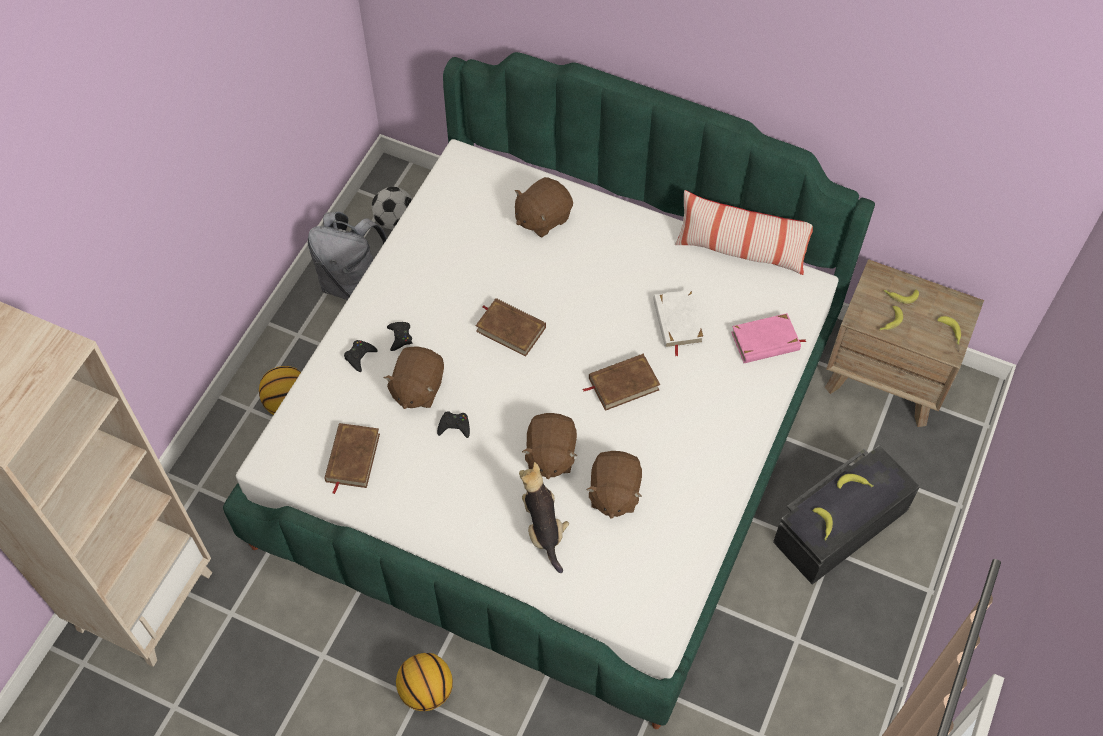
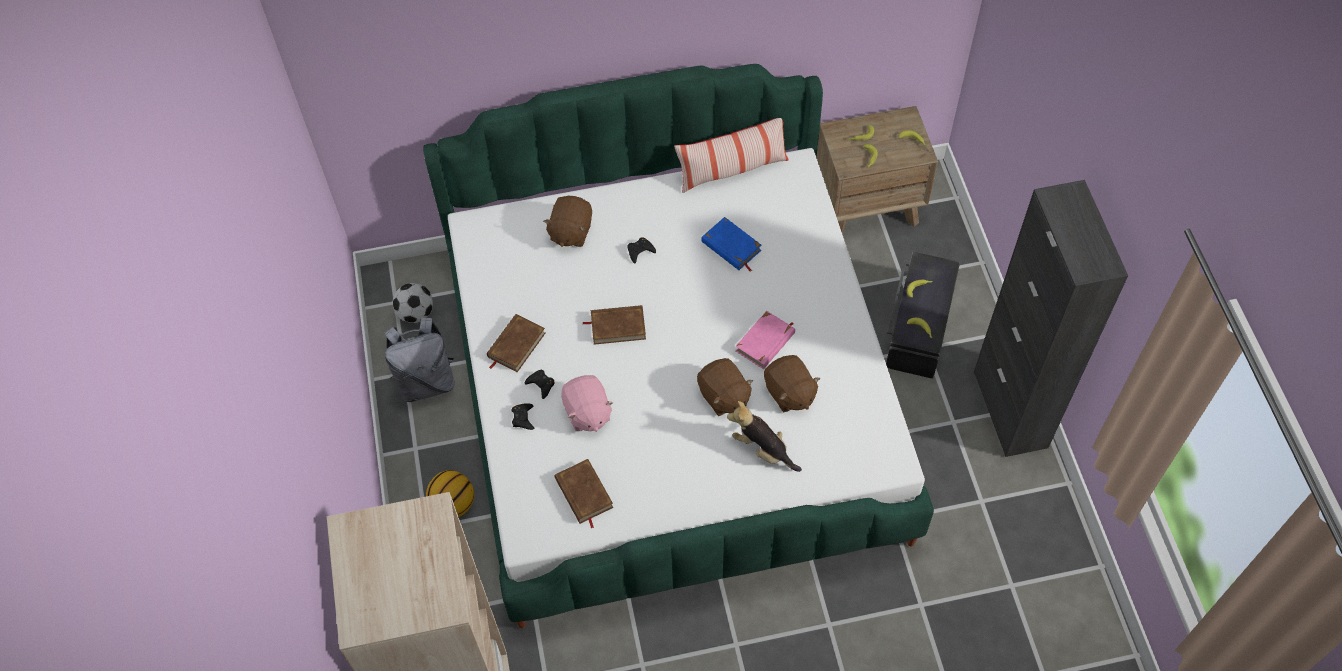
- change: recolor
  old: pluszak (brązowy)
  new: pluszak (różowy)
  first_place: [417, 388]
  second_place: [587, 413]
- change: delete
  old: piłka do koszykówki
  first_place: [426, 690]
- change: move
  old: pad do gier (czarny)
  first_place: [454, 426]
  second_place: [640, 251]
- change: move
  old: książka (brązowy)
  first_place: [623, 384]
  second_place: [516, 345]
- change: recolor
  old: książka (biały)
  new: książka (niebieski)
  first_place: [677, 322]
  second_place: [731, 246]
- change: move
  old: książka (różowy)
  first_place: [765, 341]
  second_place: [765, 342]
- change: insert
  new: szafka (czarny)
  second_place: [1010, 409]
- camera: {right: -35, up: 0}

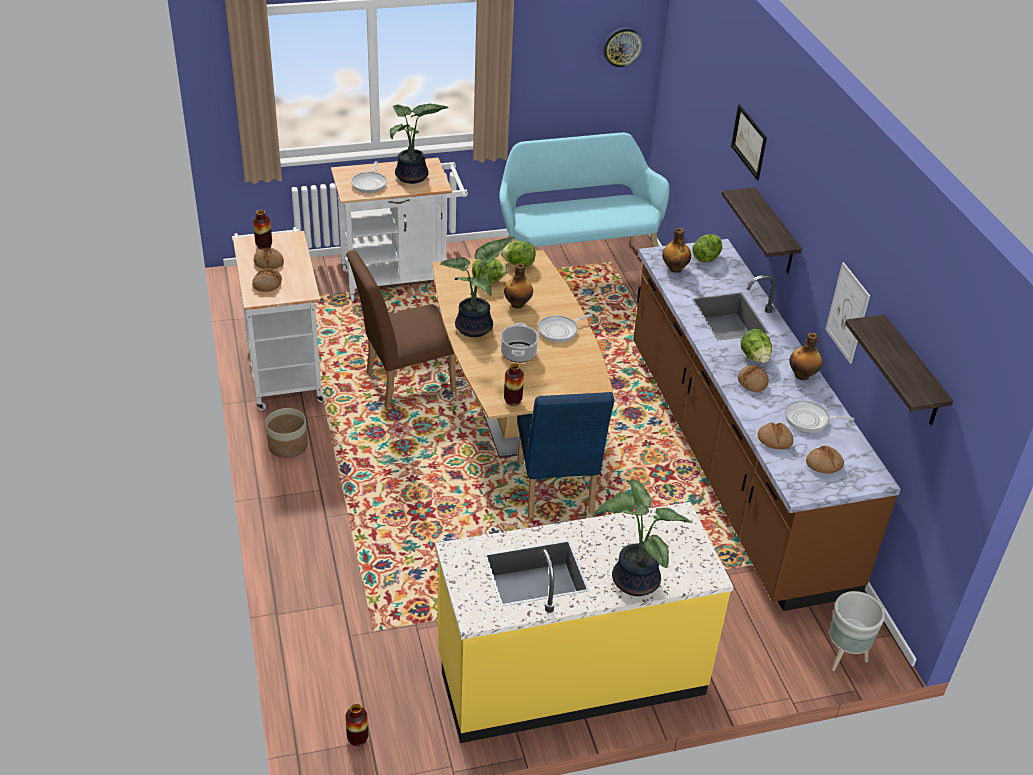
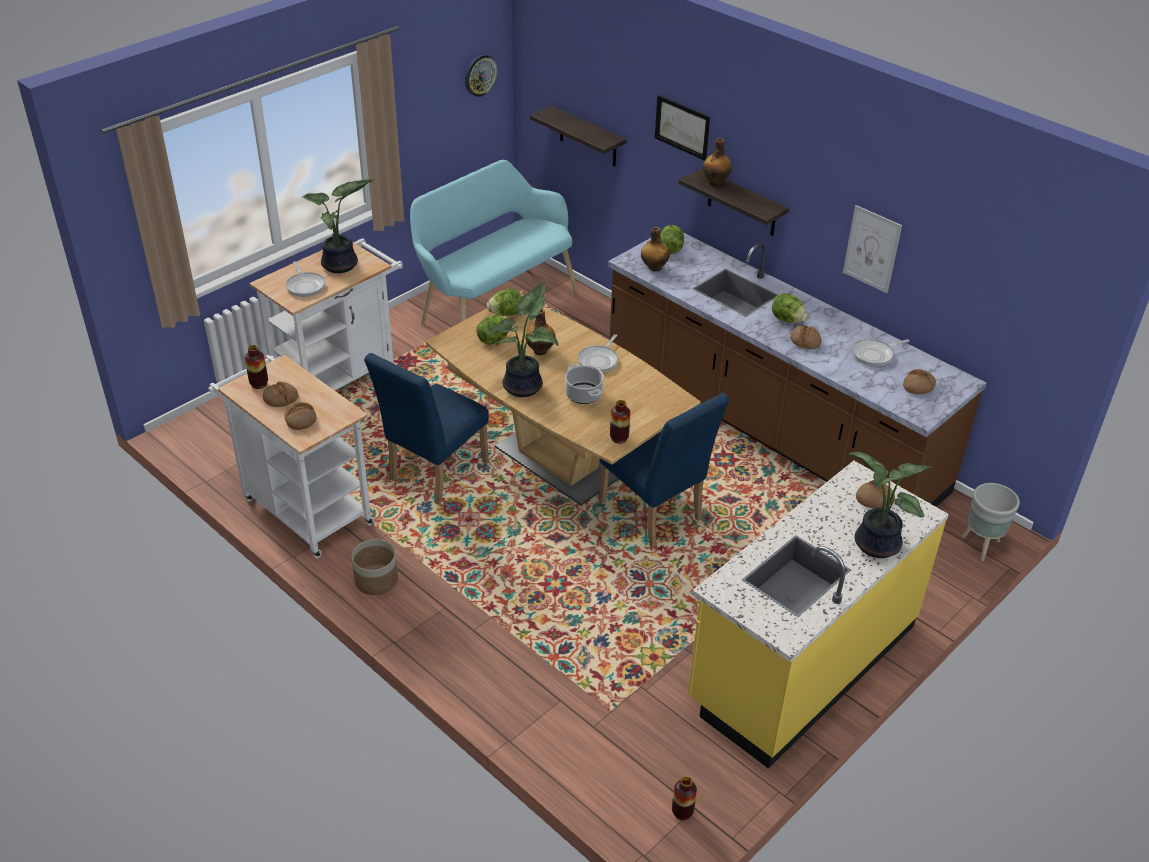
- change: recolor
  old: krzesło (brązowy)
  new: krzesło (niebieski)
  first_place: [403, 383]
  second_place: [433, 475]
- change: move
  old: chleb
  first_place: [774, 440]
  second_place: [874, 499]
- change: move
  old: butelka
  first_place: [802, 375]
  second_place: [716, 182]
- change: move
  old: półka
  first_place: [912, 373]
  second_place: [588, 137]
- camera: {right: -30, up: 0}

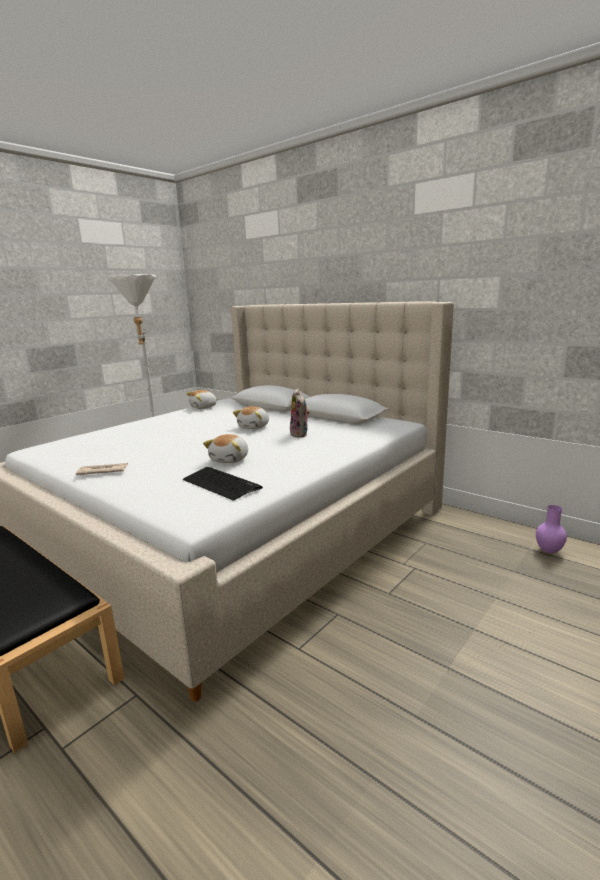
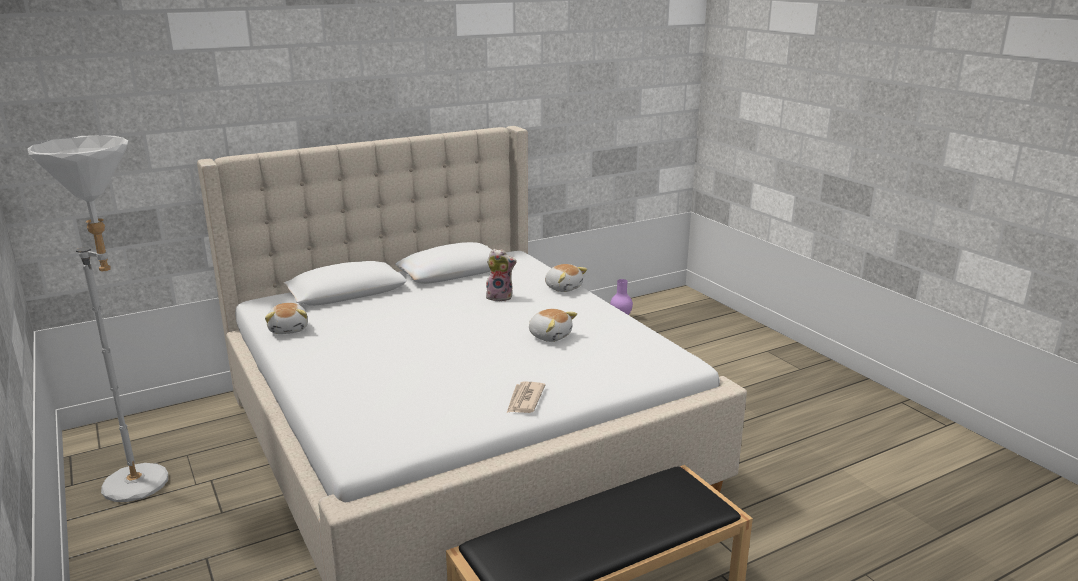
- change: delete
  old: klawiatura
  first_place: [221, 484]
- change: move
  old: pluszak
  first_place: [254, 427]
  second_place: [563, 287]
- camera: {right: -70, up: 5}

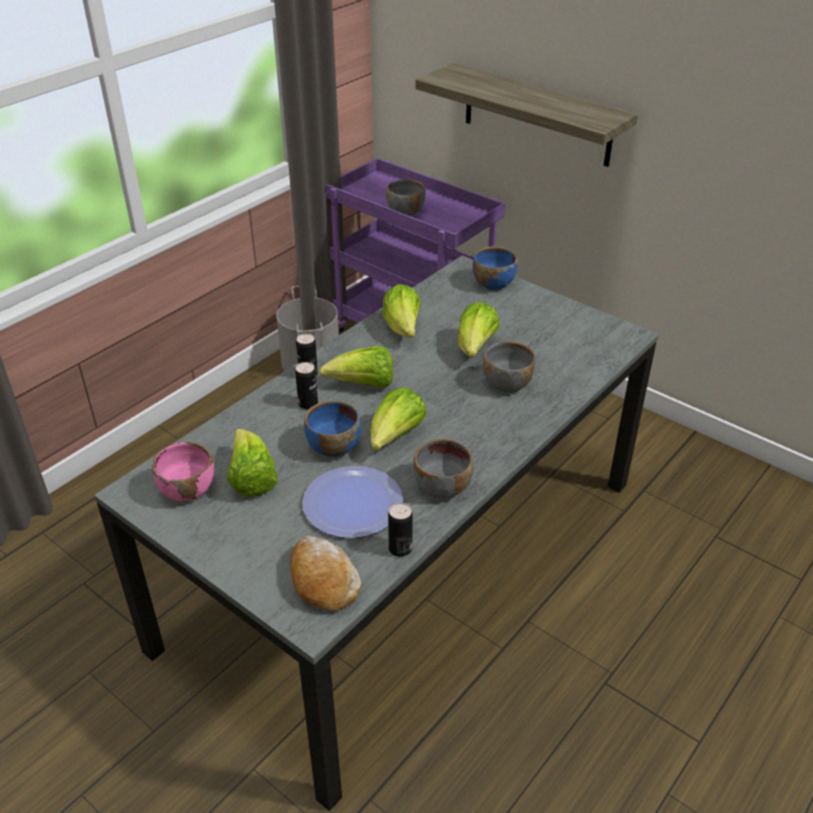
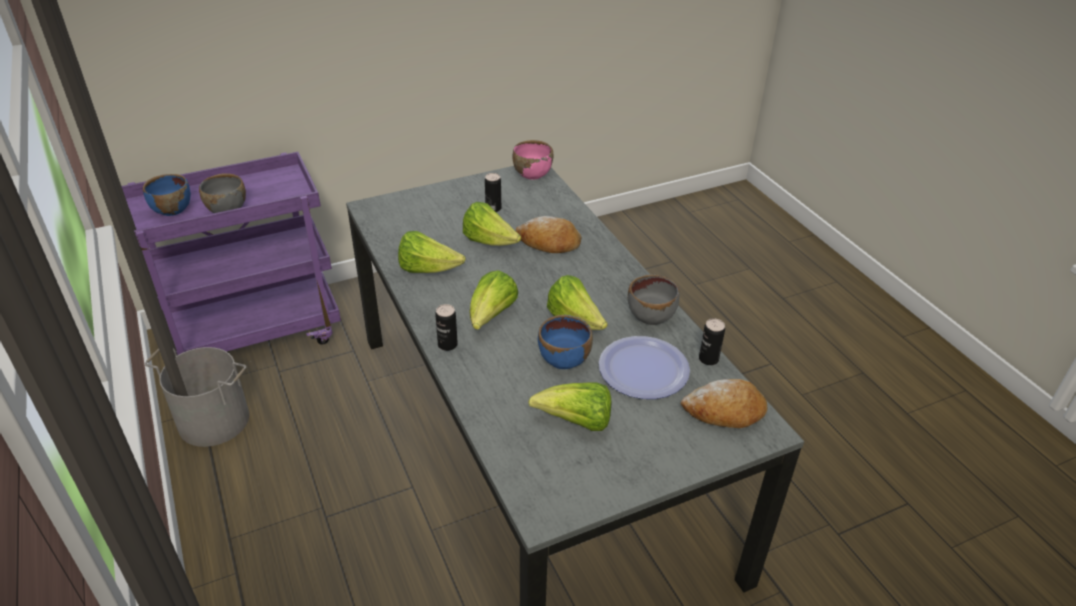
- change: move
  old: miska (różowy)
  first_place: [188, 489]
  second_place: [532, 173]
- change: move
  old: puszka
  first_place: [308, 404]
  second_place: [493, 208]
- change: delete
  old: półka
  first_place: [537, 115]
- change: move
  old: miska (niebieski)
  first_place: [493, 283]
  second_place: [172, 209]
- change: replace
  old: miska (szary)
  new: chleb
  first_place: [507, 383]
  second_place: [549, 243]
- camera: {right: -65, up: 0}

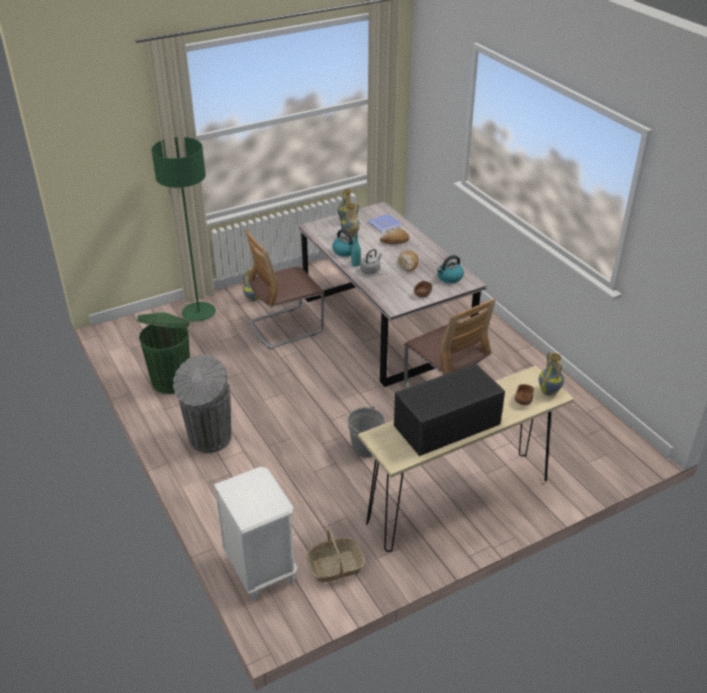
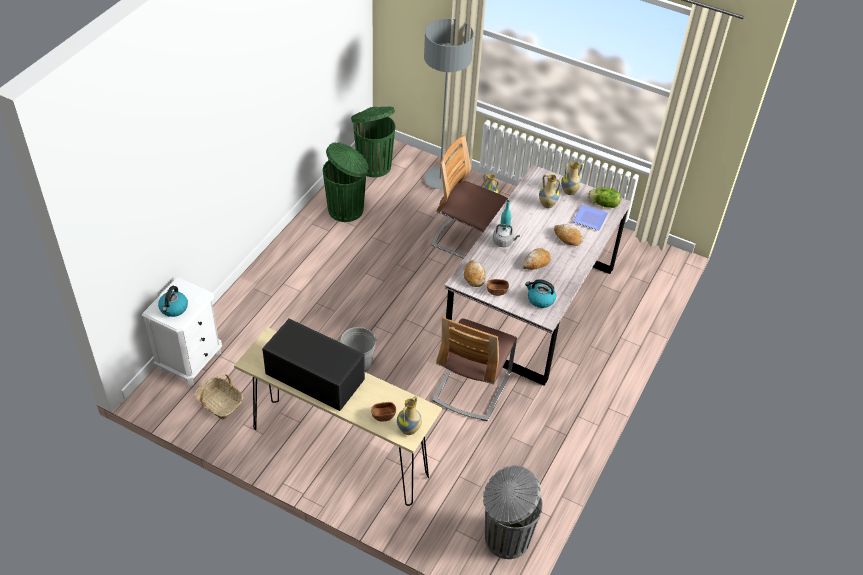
- change: recolor
  old: lampa stojąca (zielony)
  new: lampa stojąca (szary)
  first_place: [199, 313]
  second_place: [440, 179]
- change: move
  old: kosz na śmieci (szary)
  first_place: [209, 439]
  second_place: [505, 538]
- change: move
  old: czajnik
  first_place: [345, 251]
  second_place: [173, 308]
- change: insert
  new: kosz na śmieci (zielony)
  second_place: [373, 165]
- change: insert
  new: chleb
  second_place: [474, 276]
- change: insert
  new: sałata
  second_place: [603, 204]
- camera: {right: 55, up: 10}

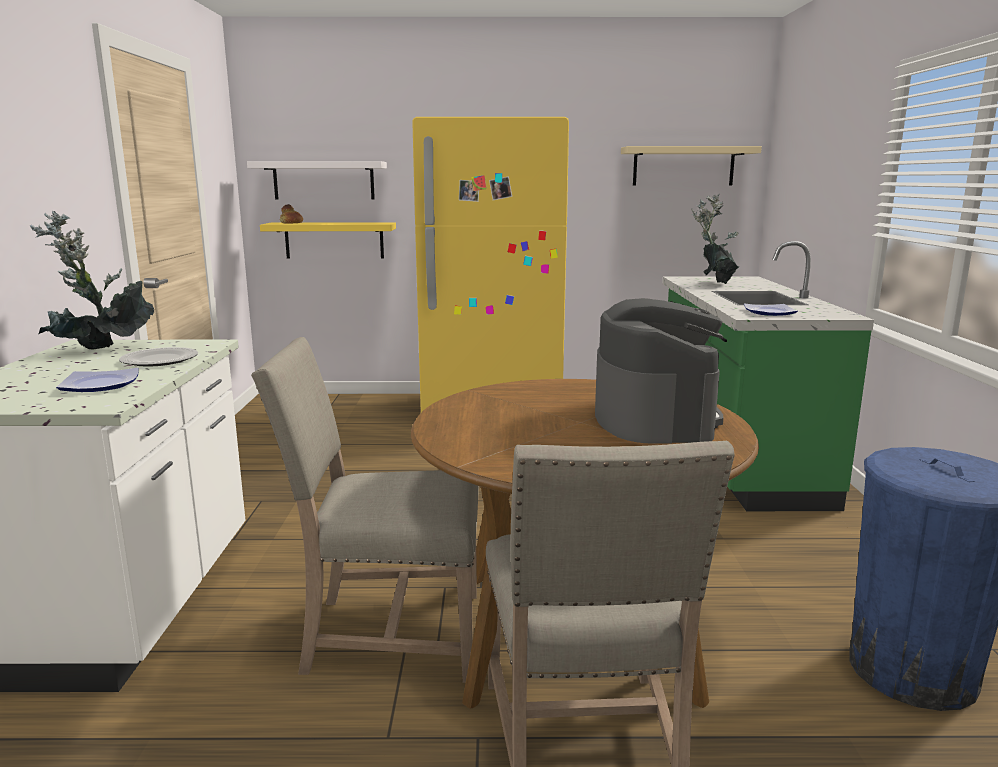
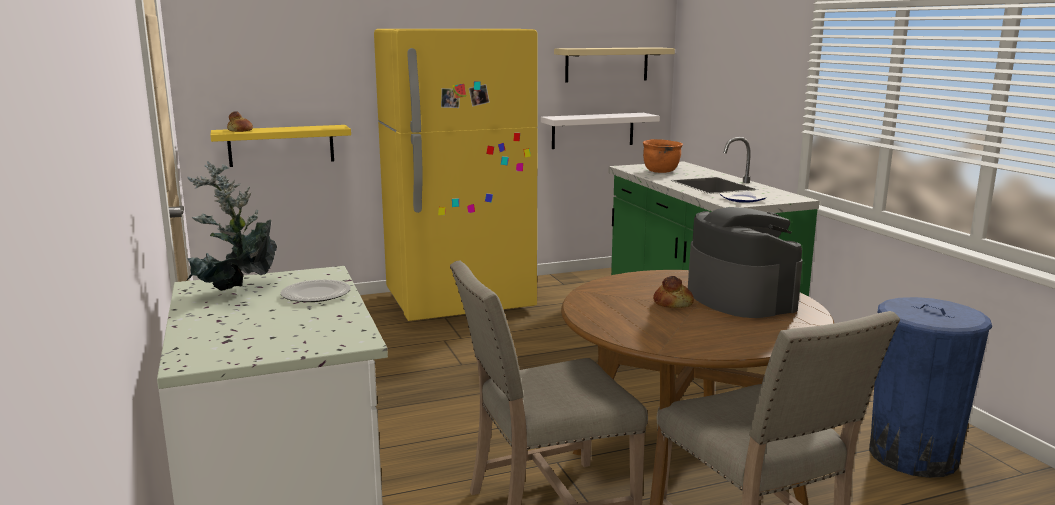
- change: delete
  old: talerz
  first_place: [98, 385]
- change: move
  old: półka (biały)
  first_place: [323, 180]
  second_place: [593, 130]
- change: replace
  old: roślina doniczkowa
  new: garnek (pomarańczowy)
  first_place: [715, 283]
  second_place: [661, 171]
- change: insert
  new: chleb
  second_place: [673, 303]
- camera: {right: -20, up: 0}

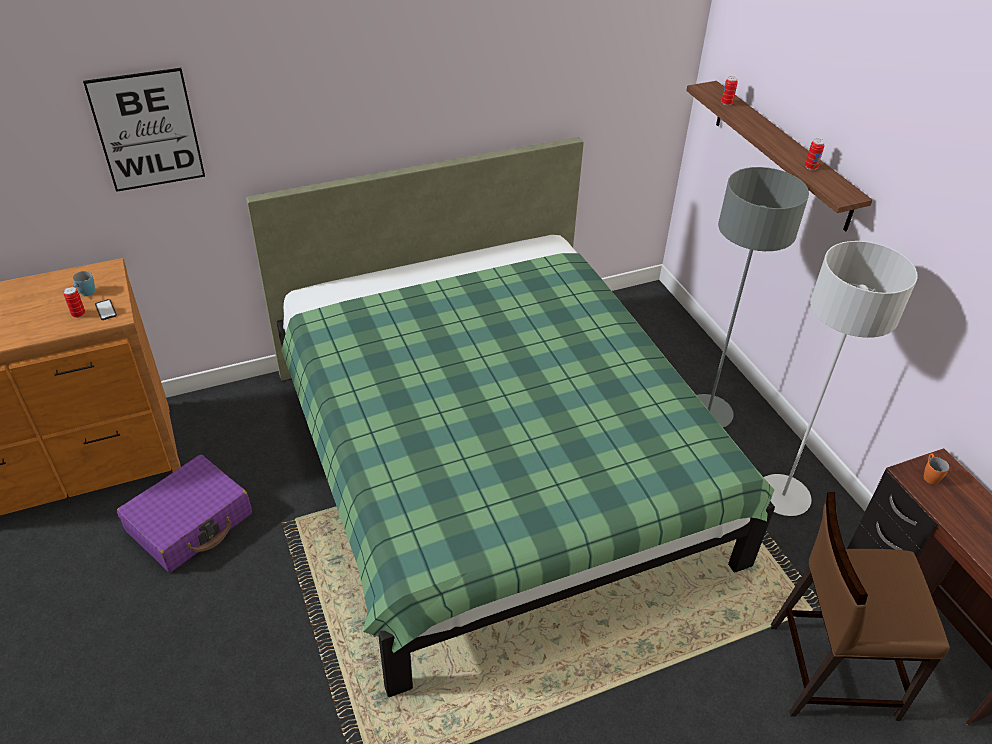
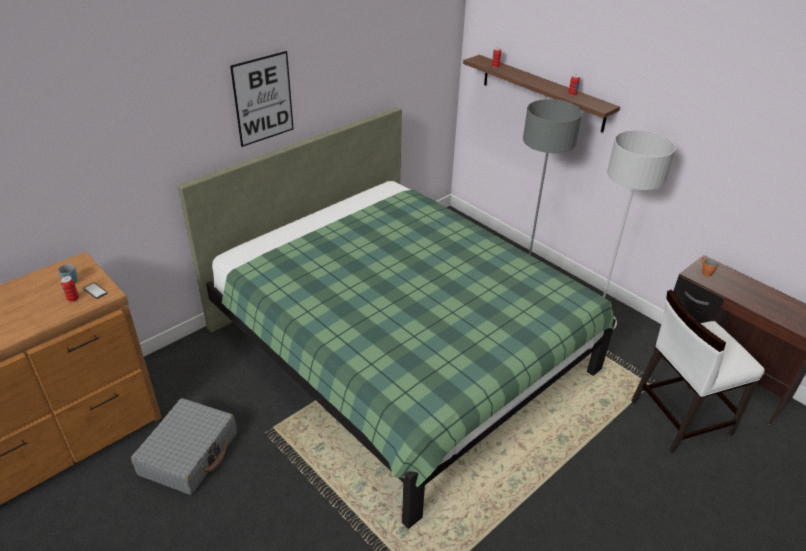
- change: move
  old: obraz
  first_place: [147, 130]
  second_place: [263, 99]
- change: recolor
  old: walizka (fioletowy)
  new: walizka (szary)
  first_place: [190, 523]
  second_place: [189, 454]
- change: recolor
  old: krzesło (brązowy)
  new: krzesło (biały)
  first_place: [830, 669]
  second_place: [679, 417]
- camera: {right: -20, up: -5}

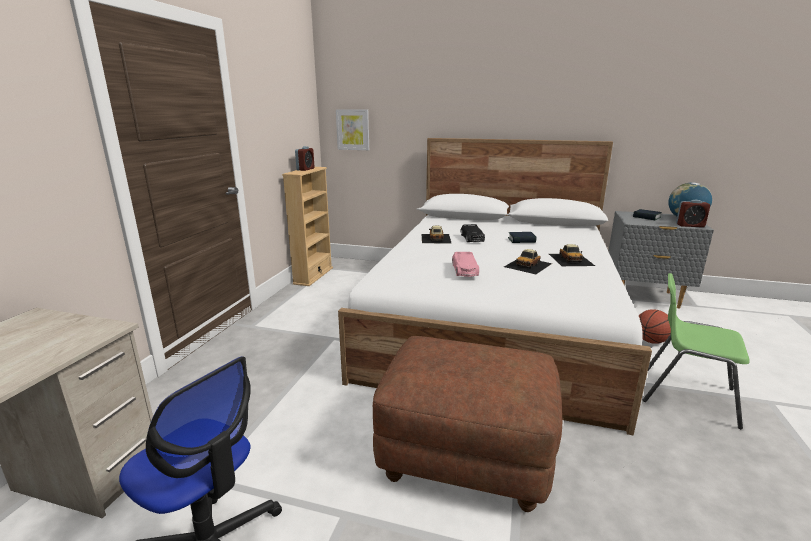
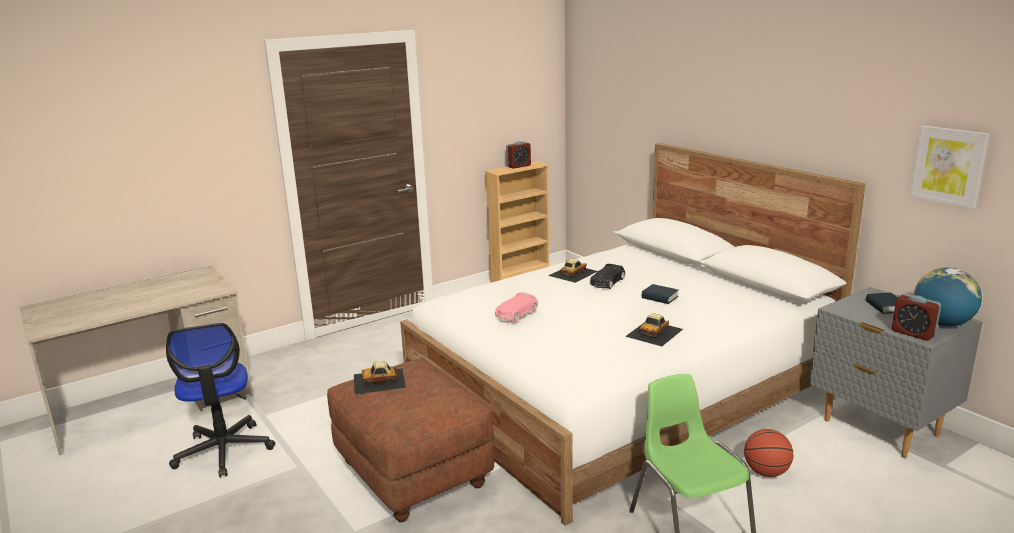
- change: move
  old: obraz
  first_place: [353, 129]
  second_place: [948, 166]
- change: move
  old: samochodzik
  first_place: [528, 265]
  second_place: [379, 381]
- camera: {right: 40, up: 0}

